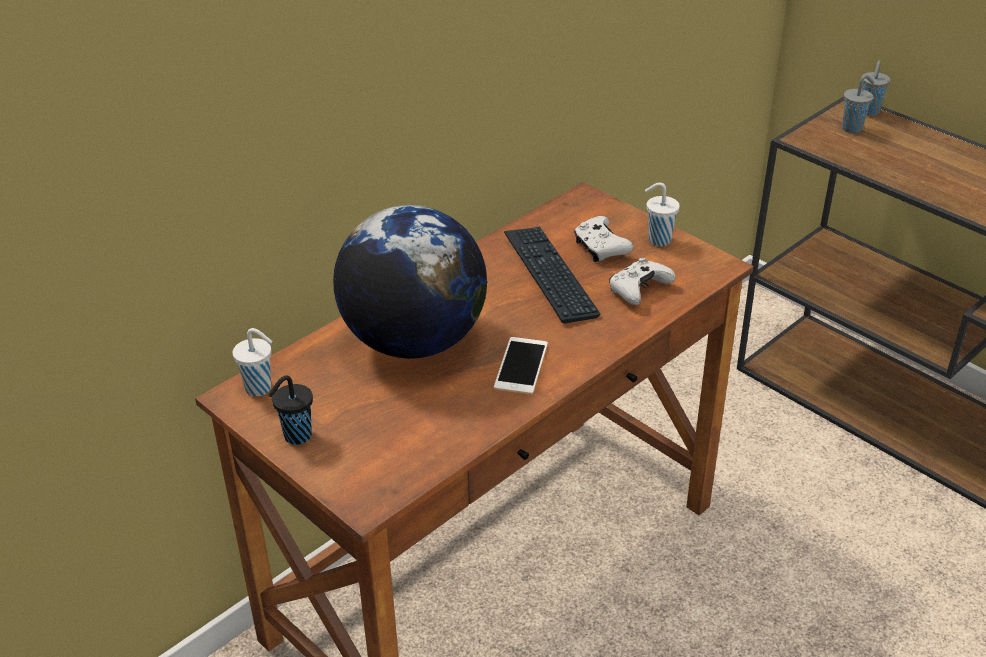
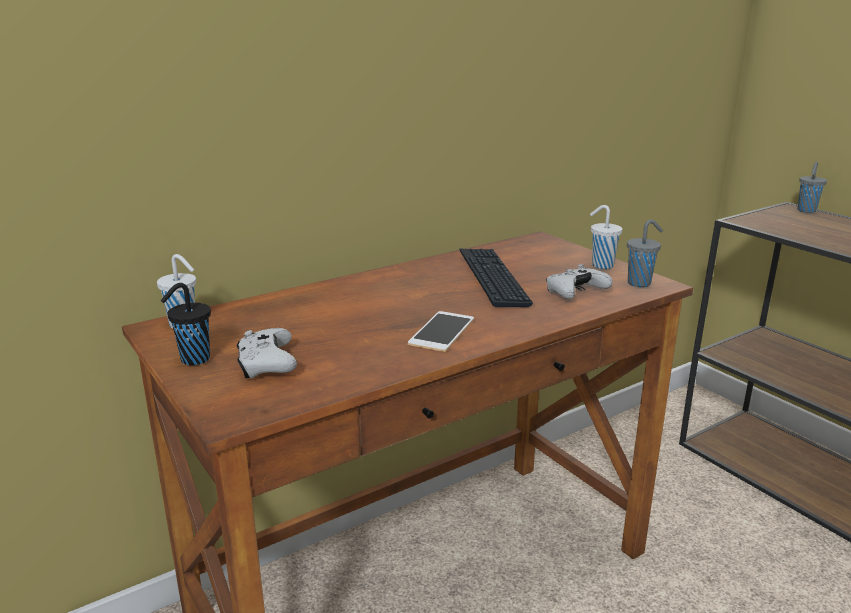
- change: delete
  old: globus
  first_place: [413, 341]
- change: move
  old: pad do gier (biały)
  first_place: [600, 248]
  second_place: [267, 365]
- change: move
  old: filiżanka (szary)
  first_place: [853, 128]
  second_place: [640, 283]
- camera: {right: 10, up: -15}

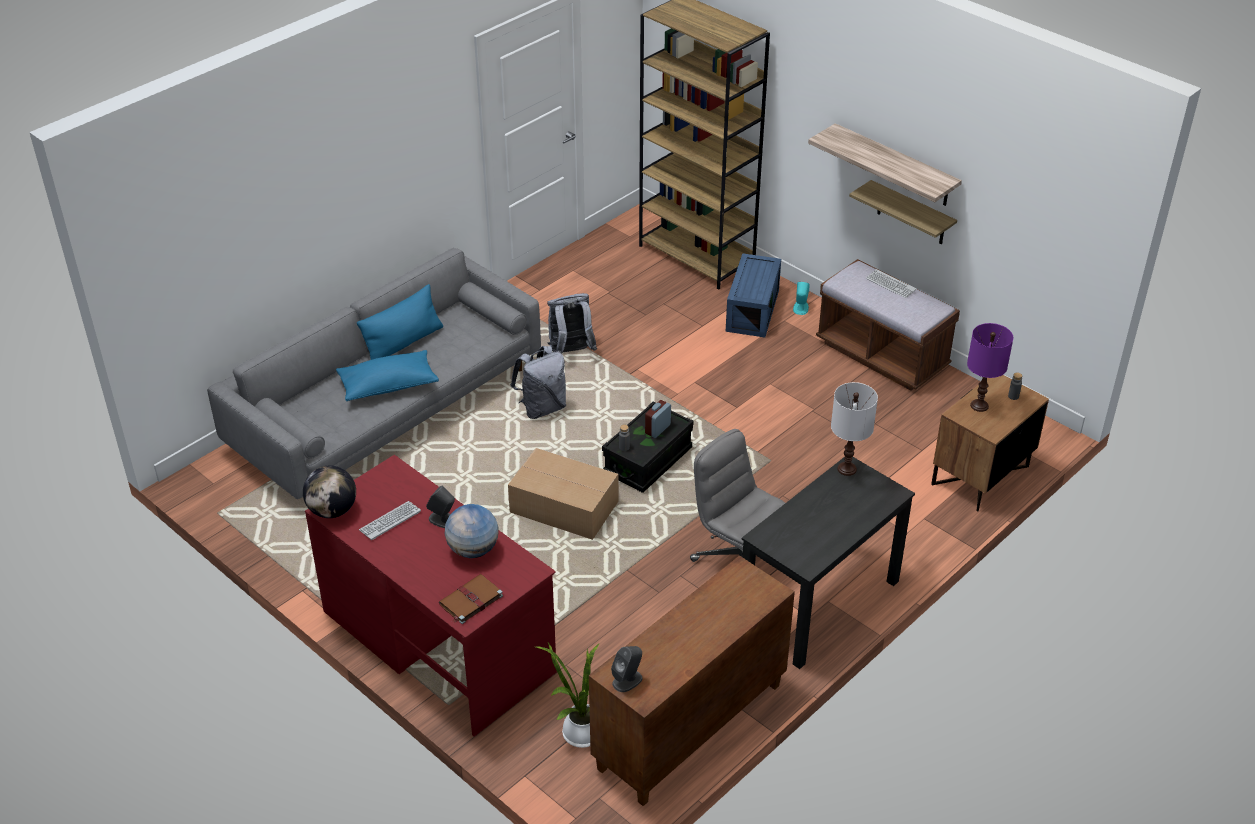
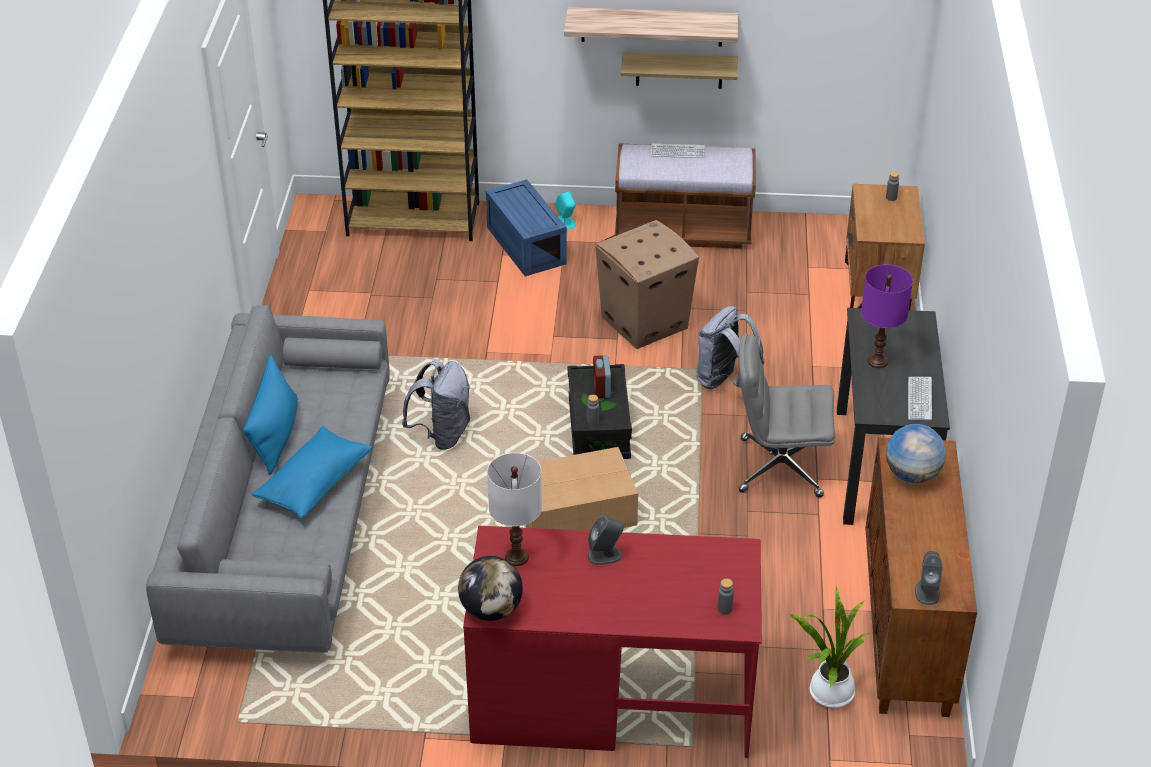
- change: move
  old: klawiatura
  first_place: [390, 521]
  second_place: [919, 399]
- change: replace
  old: książka (brązowy)
  new: butelka (szary)
  first_place: [470, 601]
  second_place: [724, 609]
- change: move
  old: globus
  first_place: [473, 550]
  second_place: [912, 474]
- change: move
  old: plecak (szary)
  first_place: [571, 352]
  second_place: [724, 381]
- change: move
  old: lampa stołowa (biały)
  first_place: [847, 468]
  second_place: [516, 557]
- change: move
  old: lampa stołowa (fioletowy)
  first_place: [979, 405]
  second_place: [877, 361]
- change: insert
  new: karton
  second_place: [643, 323]
- camera: {right: -40, up: 0}

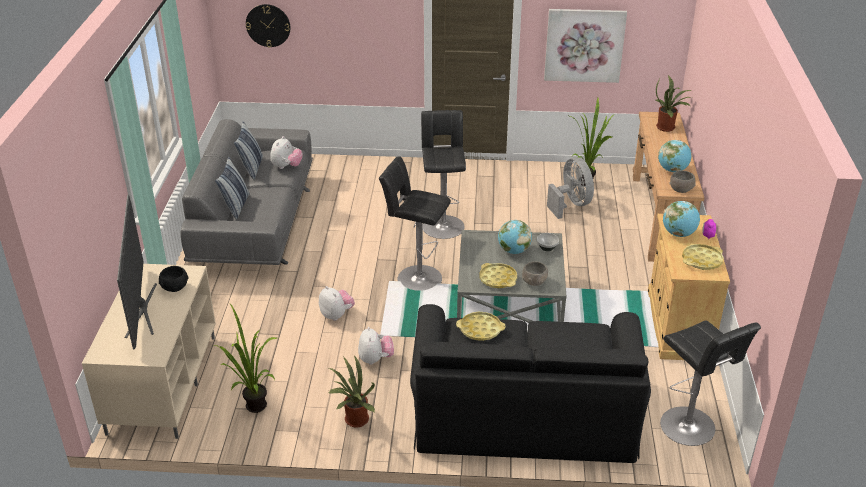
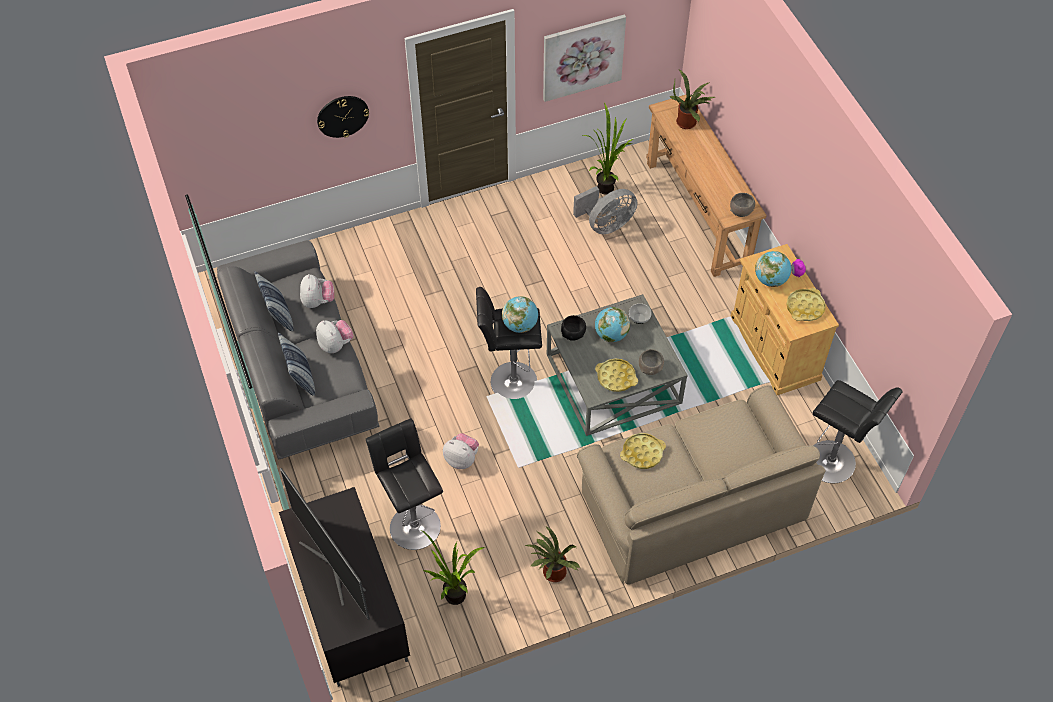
- change: recolor
  old: szafka pod telewizor (beżowy)
  new: szafka pod telewizor (czarny)
  first_place: [162, 383]
  second_place: [348, 607]
- change: move
  old: miska (czarny)
  first_place: [175, 287]
  second_place: [573, 334]
- change: move
  old: zegar ścienny
  first_place: [268, 25]
  second_place: [342, 116]
- change: move
  old: pluszak
  first_place: [375, 359]
  second_place: [335, 344]
- change: recolor
  old: kanapa (czarny)
  new: kanapa (beżowy)
  first_place: [524, 411]
  second_place: [692, 502]
- change: move
  old: stołek (czarny)
  first_place: [443, 225]
  second_place: [413, 524]
- change: rotate
  old: wentylator (szary)
  first_place: [571, 204]
  second_place: [606, 225]
  degrees: 105
- change: move
  old: globus
  first_place: [672, 170]
  second_place: [520, 325]
- camera: {right: -25, up: 20}

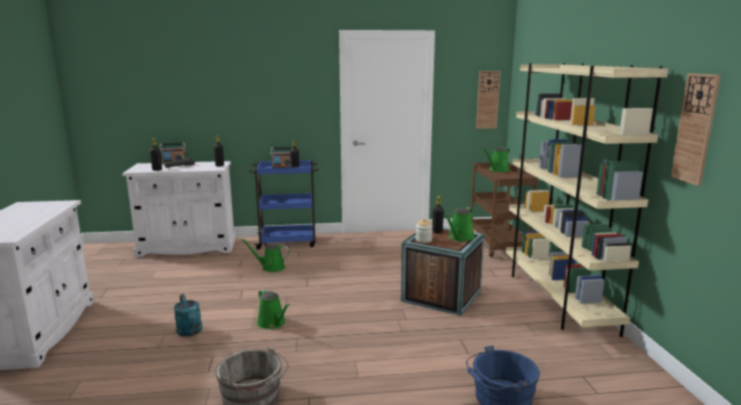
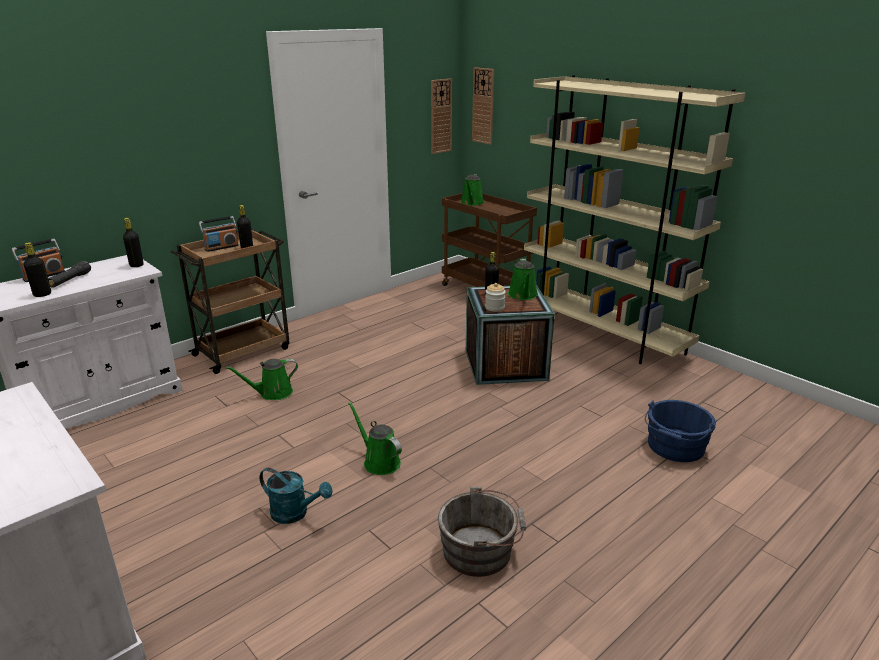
- change: recolor
  old: wózek (niebieski)
  new: wózek (brązowy)
  first_place: [288, 242]
  second_place: [243, 351]
- change: rotate
  old: konewka (zielony)
  first_place: [272, 323]
  second_place: [379, 461]
  degrees: -150
- change: move
  old: zegar ścienny
  first_place: [695, 129]
  second_place: [483, 106]
- camera: {right: -35, up: 10}

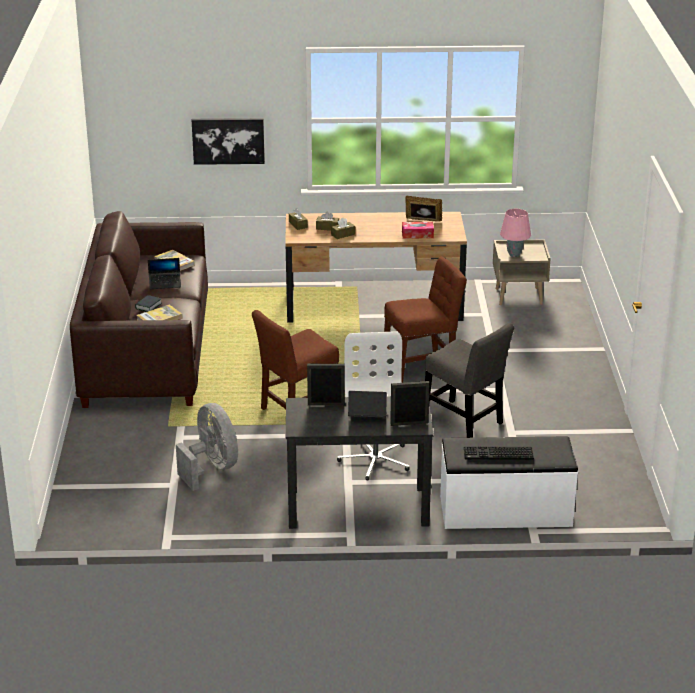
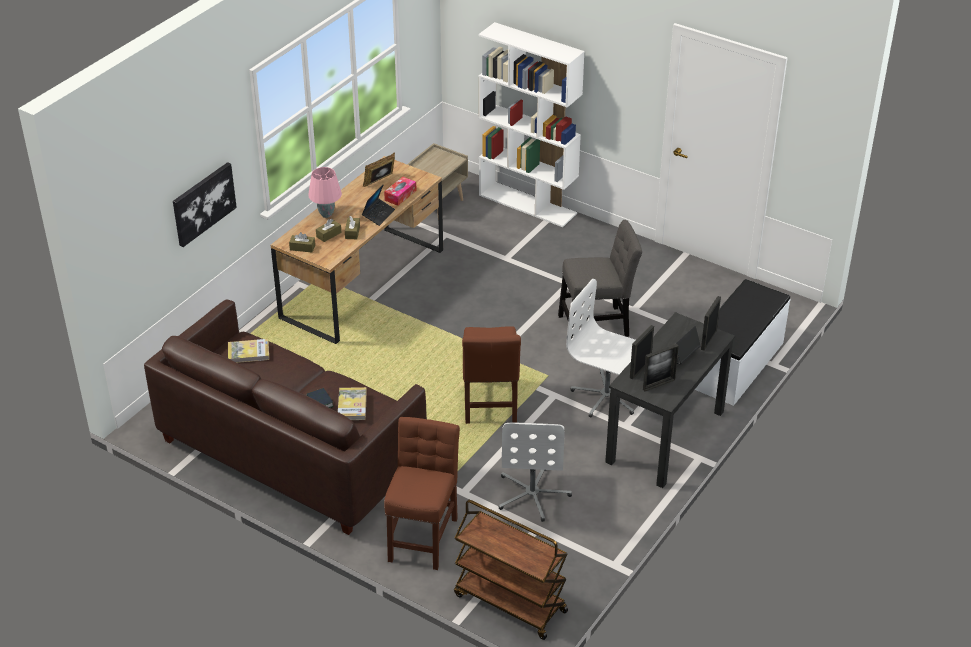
- change: move
  old: laptop
  first_place: [165, 283]
  second_place: [378, 215]
- change: replace
  old: wentylator (szary)
  new: krzesło biurowe (biały)
  first_place: [211, 468]
  second_place: [533, 494]
- change: move
  old: krzesło (brązowy)
  first_place: [422, 368]
  second_place: [423, 535]
- change: delete
  old: klawiatura
  first_place: [497, 455]
- change: move
  old: lampa stołowa (różowy)
  first_place: [513, 255]
  second_place: [326, 214]
- change: insert
  new: wózek (brązowy)
  second_place: [509, 603]
- change: insert
  new: regał (biały)
  second_place: [528, 204]
- change: insert
  new: ramka na zdjęcie
  second_place: [658, 384]
- camera: {right: -55, up: 10}

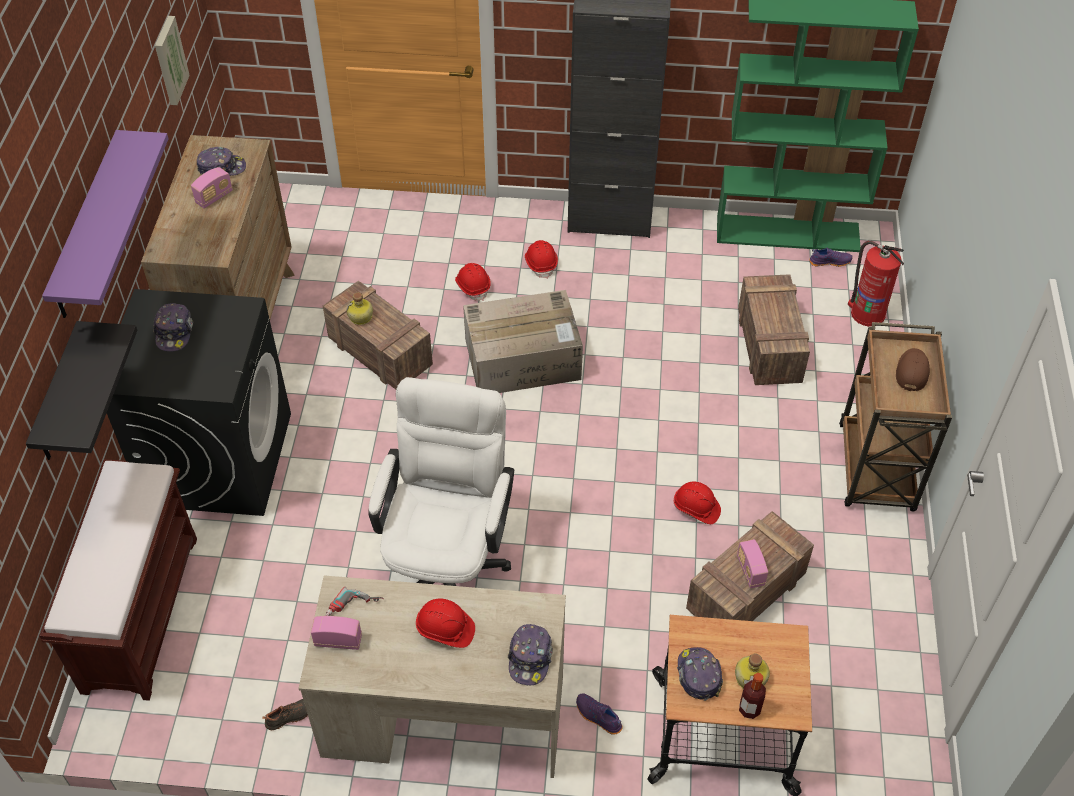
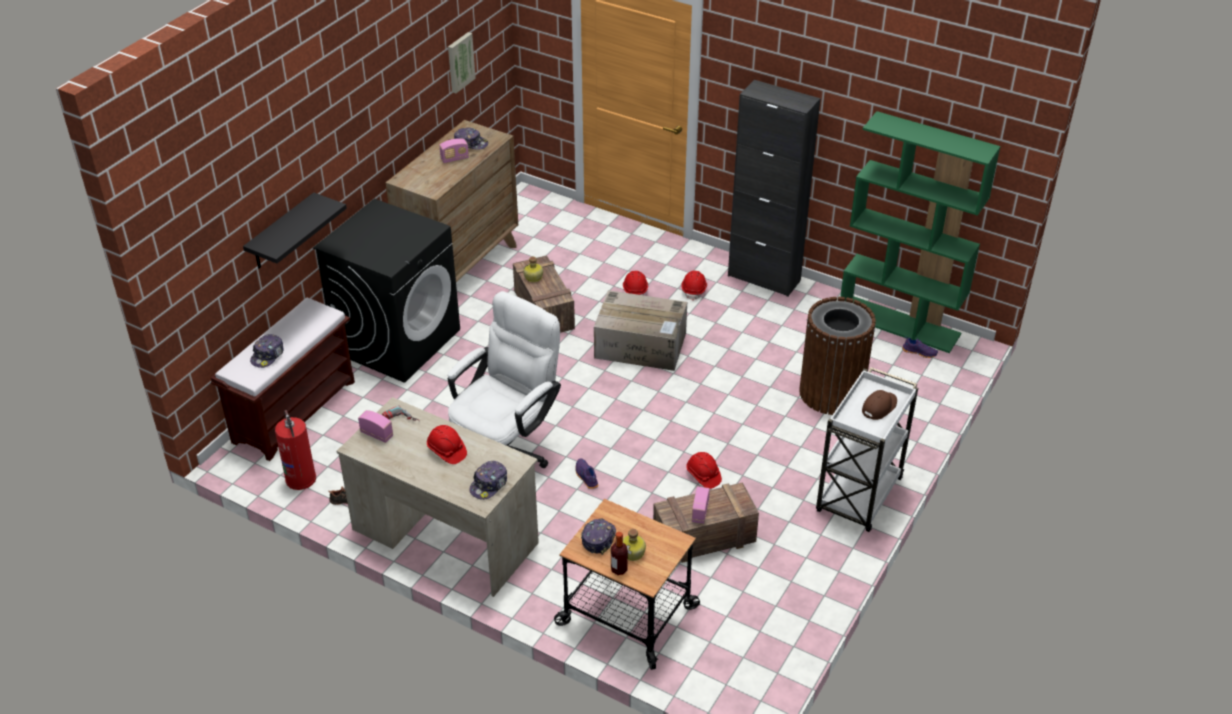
- change: delete
  old: półka (fioletowy)
  first_place: [87, 227]
- change: move
  old: czapka z daszkiem
  first_place: [174, 332]
  second_place: [268, 355]
- change: move
  old: but (fioletowy)
  first_place: [598, 717]
  second_place: [586, 477]
- change: replace
  old: skrzynka
  new: kosz na śmieci (brązowy)
  first_place: [770, 347]
  second_place: [831, 393]
- change: recolor
  old: wózek (brązowy)
  new: wózek (biały)
  first_place: [876, 470]
  second_place: [858, 496]
- change: move
  old: gaśnica
  first_place: [867, 313]
  second_place: [301, 478]
- camera: {right: 25, up: -10}

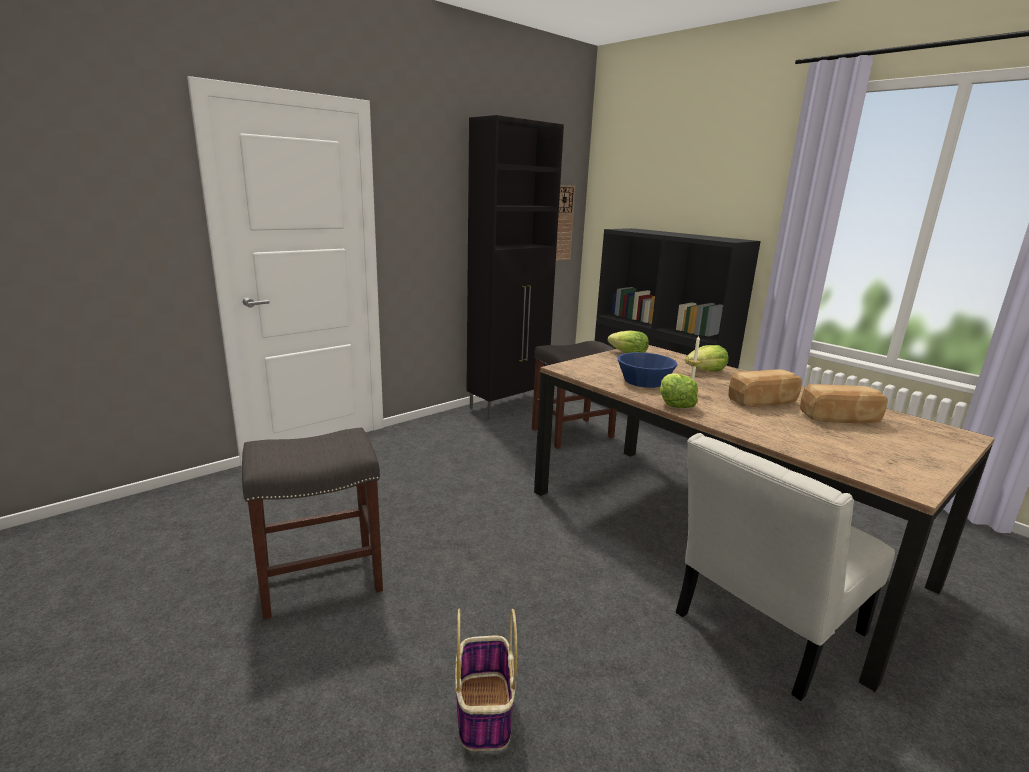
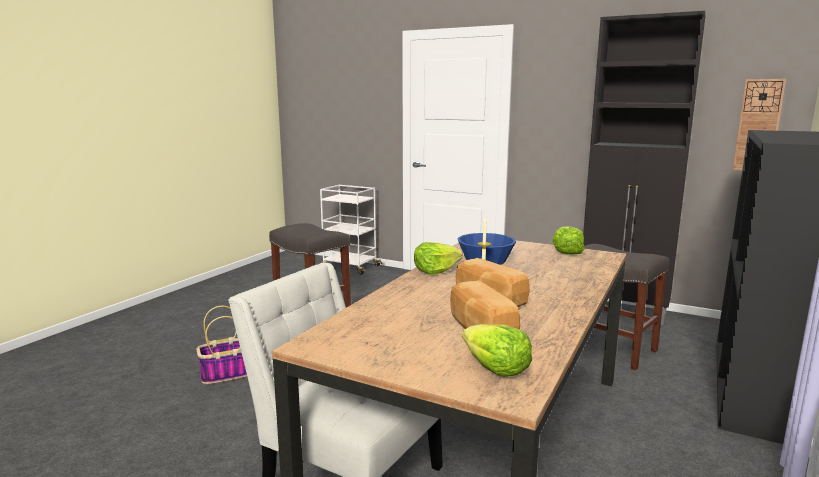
- change: move
  old: sałata
  first_place: [705, 371]
  second_place: [495, 368]
- change: insert
  new: wózek (biały)
  second_place: [350, 267]
- camera: {right: 70, up: -5}

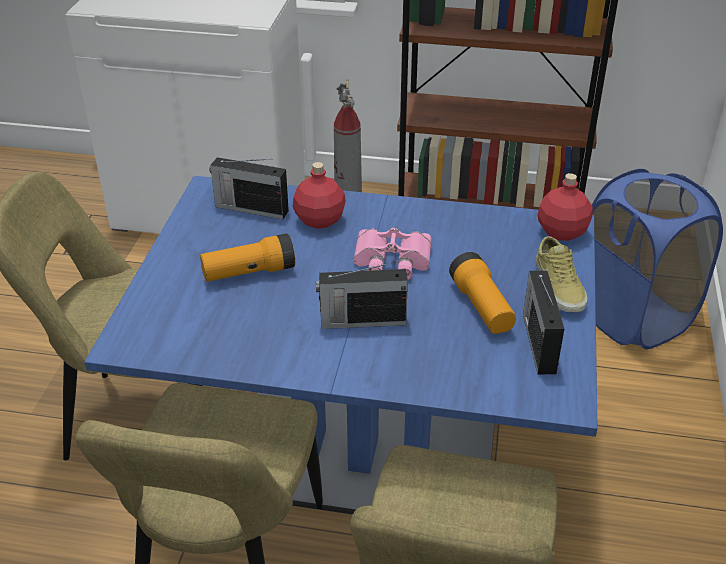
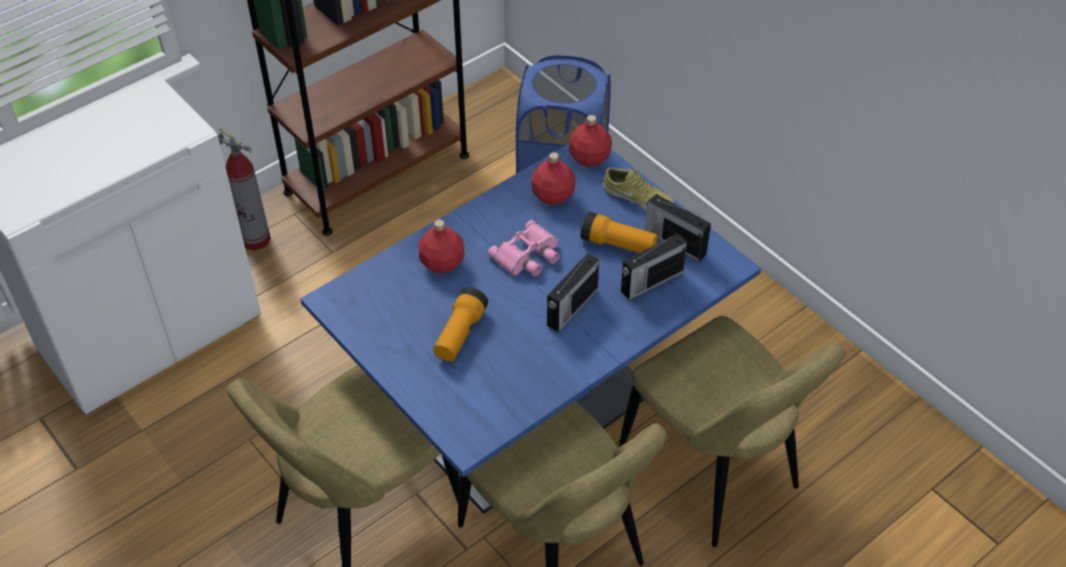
- change: move
  old: radio
  first_place: [250, 208]
  second_place: [650, 282]
- change: insert
  new: butelka (czerwony)
  second_place: [553, 196]
- camera: {right: -50, up: 10}

